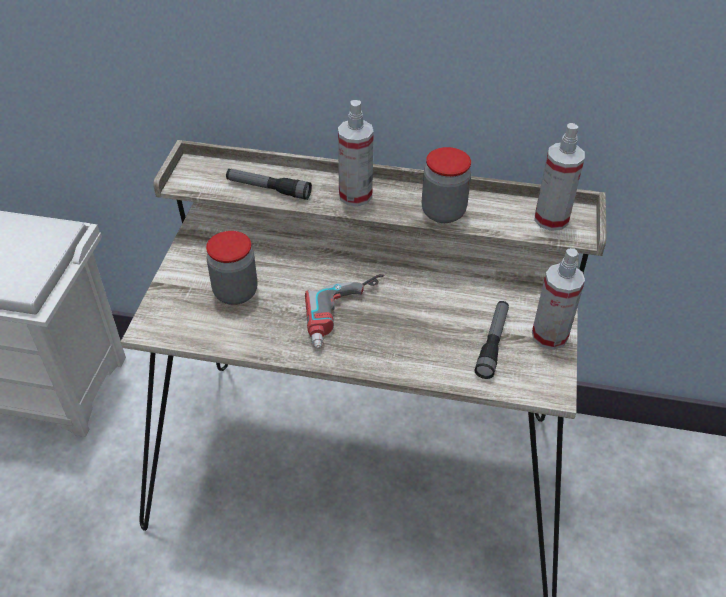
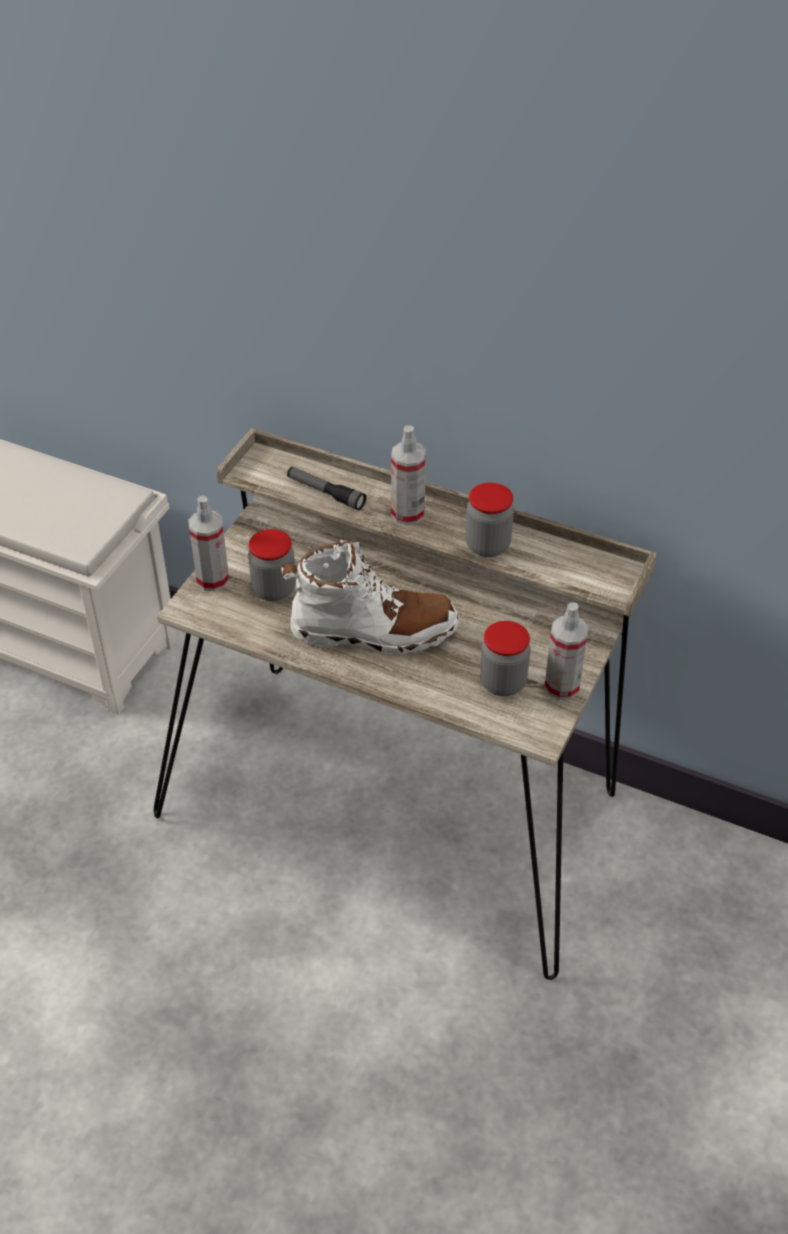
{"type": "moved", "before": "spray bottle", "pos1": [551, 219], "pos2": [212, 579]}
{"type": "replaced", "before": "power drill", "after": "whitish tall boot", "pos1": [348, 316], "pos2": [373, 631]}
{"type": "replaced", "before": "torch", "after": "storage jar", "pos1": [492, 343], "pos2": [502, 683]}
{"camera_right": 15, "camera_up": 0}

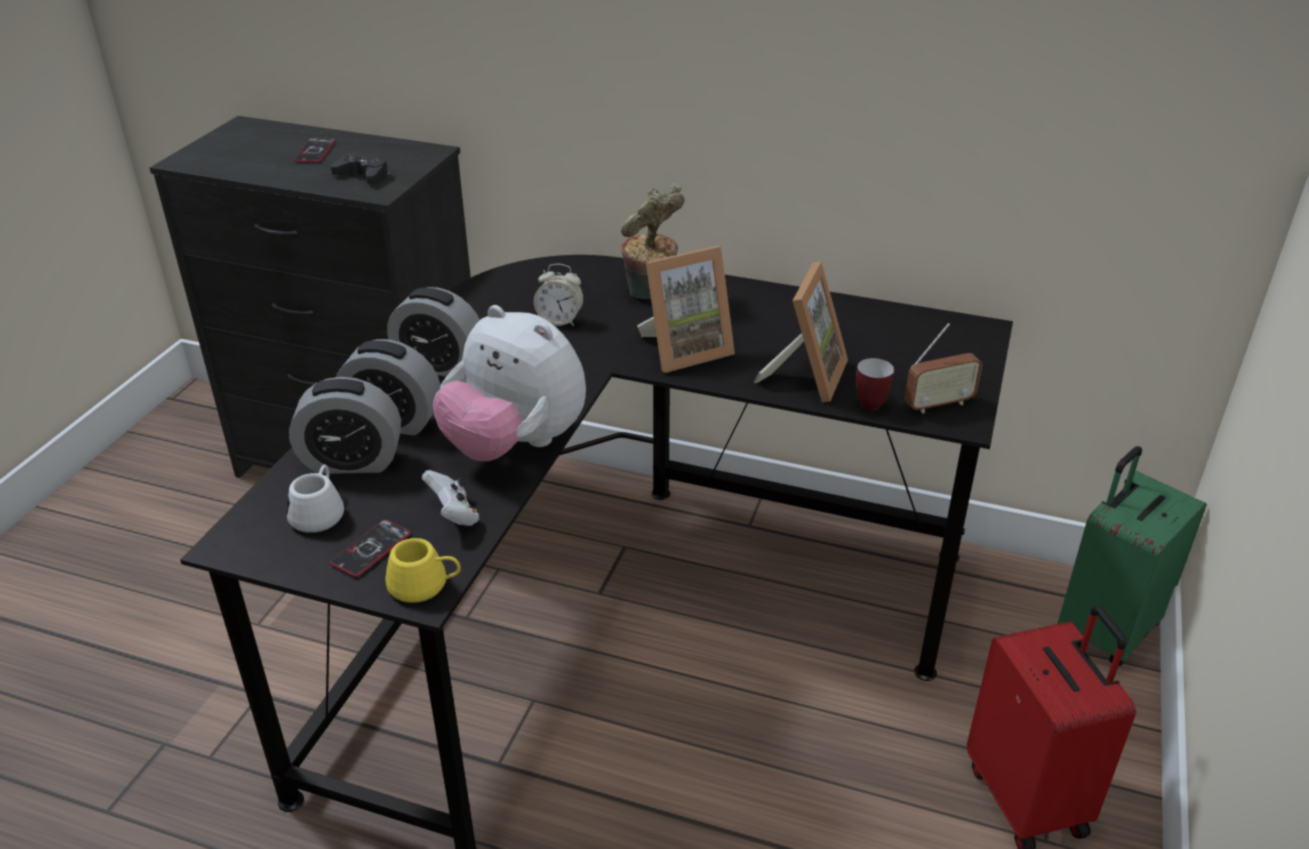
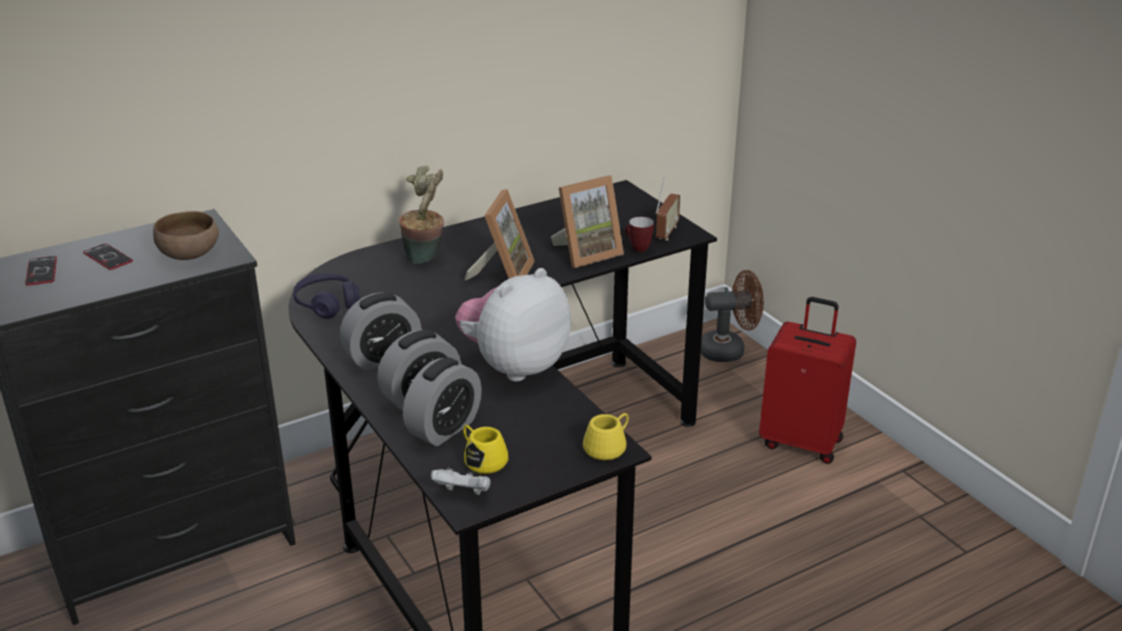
{"type": "removed", "before": "bedside clock", "pos1": [560, 320]}
{"type": "added", "after": "purple headset", "pos2": [327, 304]}
{"type": "moved", "before": "phone", "pos1": [371, 549], "pos2": [41, 272]}
{"type": "moved", "before": "whitish game controller", "pos1": [454, 515], "pos2": [463, 493]}
{"type": "replaced", "before": "black-coloured game controller", "after": "brown-coloured deep dish", "pos1": [362, 176], "pos2": [190, 254]}
{"type": "replaced", "before": "green-coloured suitcase", "after": "brown-coloured electric fan", "pos1": [1106, 629], "pos2": [729, 350]}
{"type": "recoloured", "before": "whitish mug", "after": "yellow mug", "pos1": [319, 512], "pos2": [482, 459]}
{"type": "turned", "before": "plush toy", "pos1": [514, 445], "pos2": [514, 366], "turn": 150}
{"type": "turned", "before": "standing frame", "pos1": [805, 376], "pos2": [586, 253], "turn": 90}
{"camera_right": -50, "camera_up": -5}

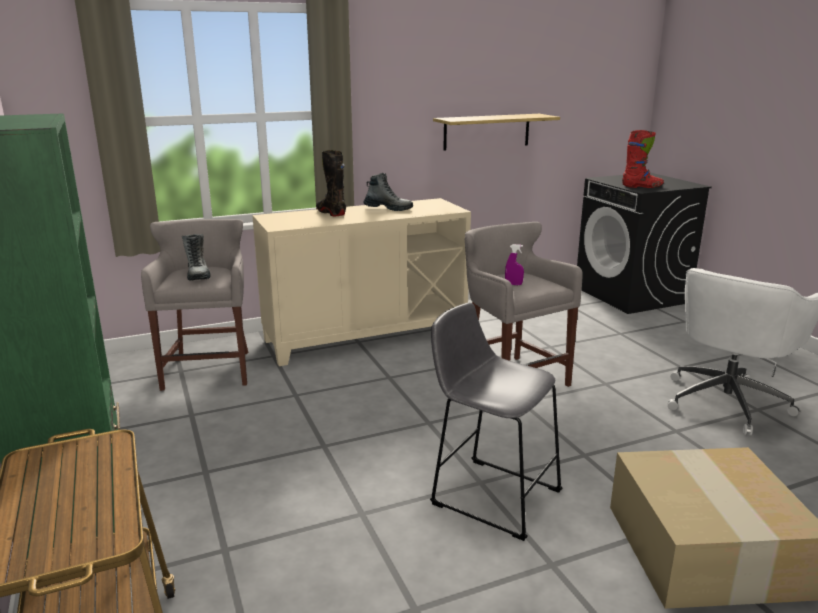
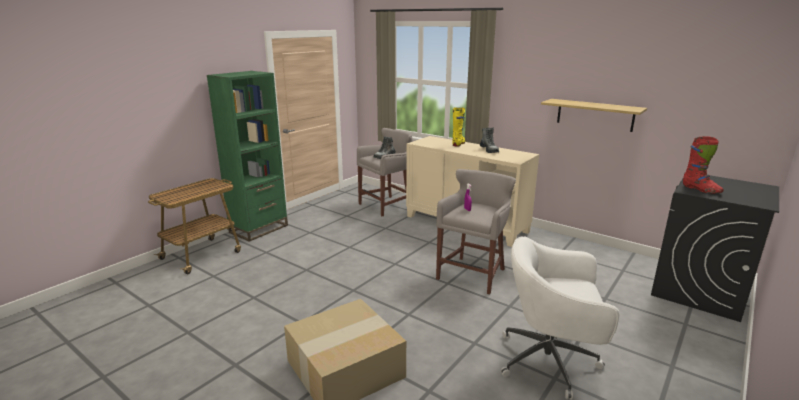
{"type": "removed", "before": "greyish stool seat", "pos1": [490, 494]}
{"type": "recoloured", "before": "black-coloured tall boot", "after": "yellow tall boot", "pos1": [331, 213], "pos2": [458, 144]}
{"camera_right": 60, "camera_up": 0}

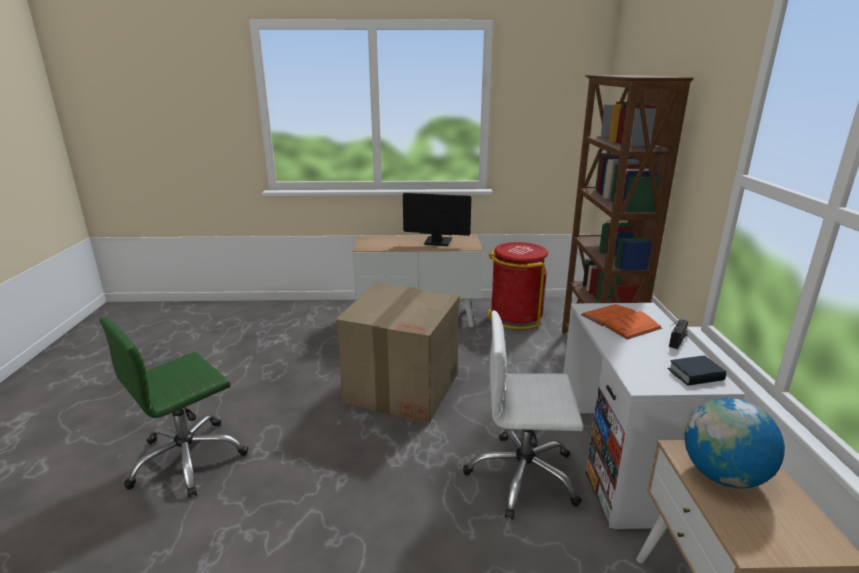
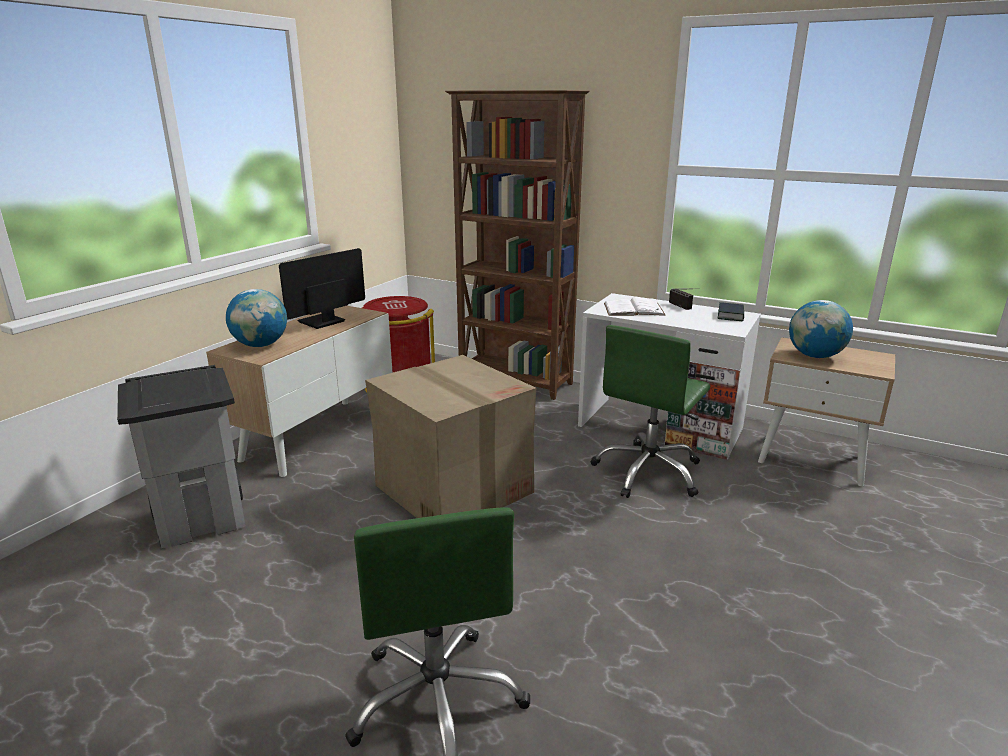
{"type": "added", "after": "greyish waste bin", "pos2": [202, 518]}
{"type": "added", "after": "desk globe", "pos2": [260, 345]}
{"type": "recoloured", "before": "whitish desk chair", "after": "green-coloured desk chair", "pos1": [523, 476], "pos2": [648, 472]}
{"type": "recoloured", "before": "orangey volume", "after": "whitish volume", "pos1": [620, 321], "pos2": [633, 309]}
{"camera_right": -60, "camera_up": 0}

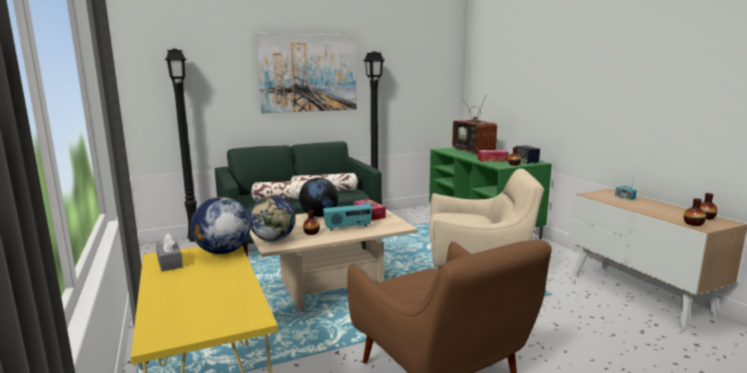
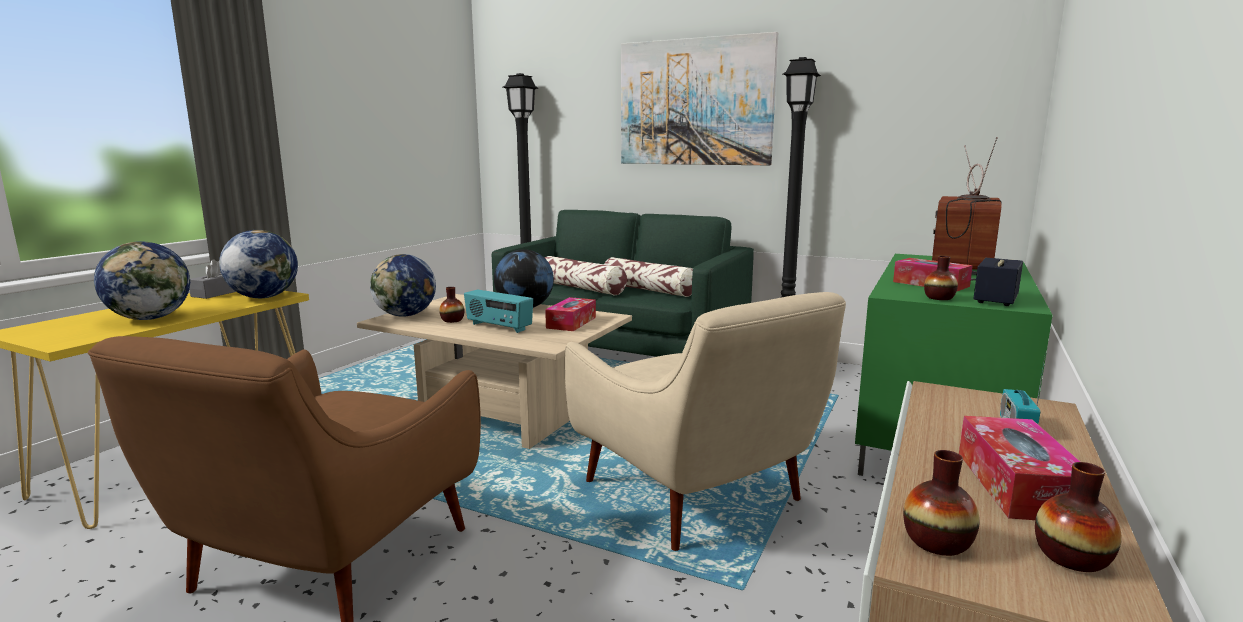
{"type": "added", "after": "desk globe", "pos2": [151, 318]}
{"type": "added", "after": "tissue holder", "pos2": [1018, 485]}
{"camera_right": 50, "camera_up": 0}

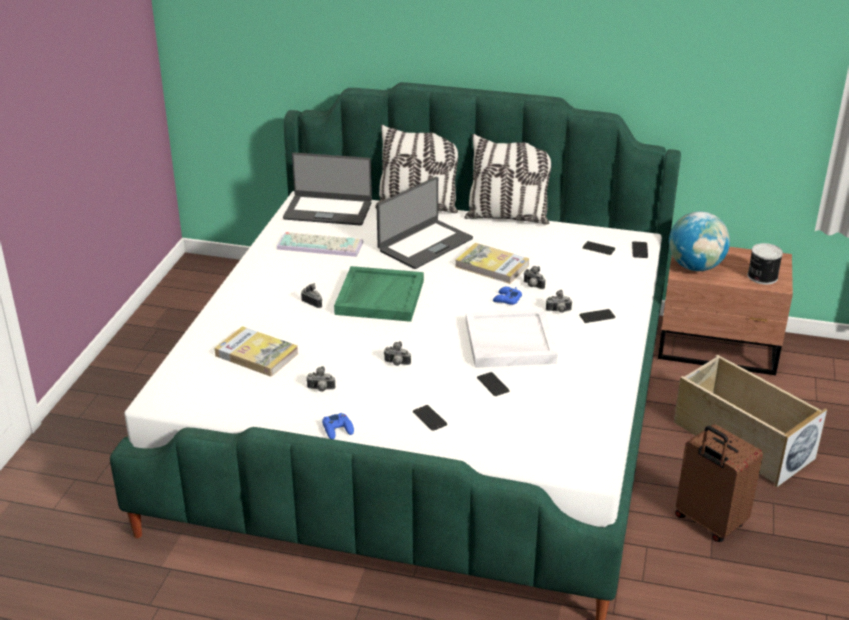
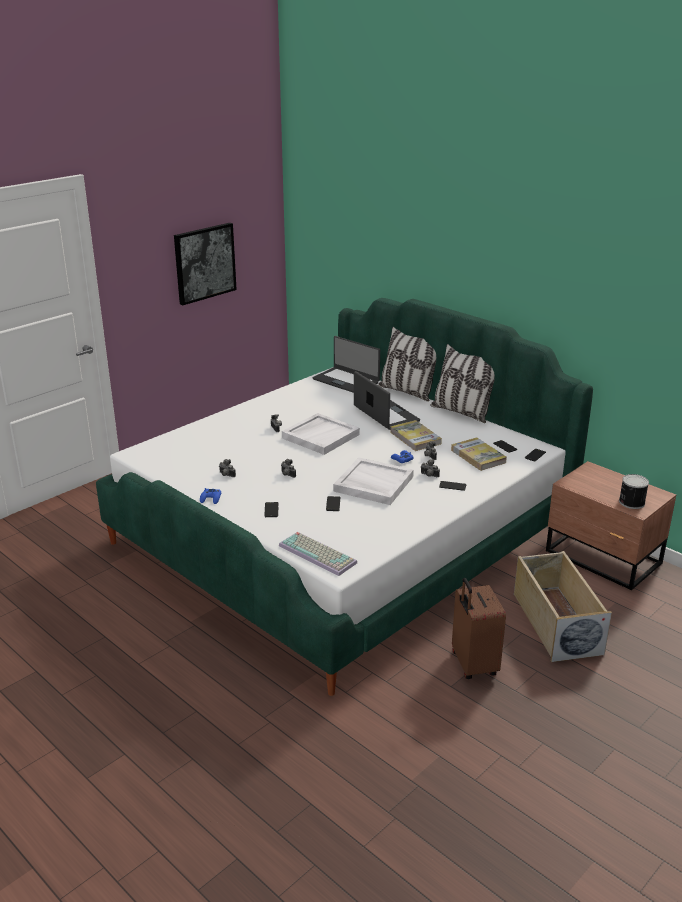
{"type": "removed", "before": "desk globe", "pos1": [695, 267]}
{"type": "added", "after": "picture", "pos2": [204, 263]}
{"type": "moved", "before": "volume", "pos1": [256, 354], "pos2": [478, 456]}
{"type": "moved", "before": "computer keyboard", "pos1": [321, 245], "pos2": [319, 554]}
{"type": "recoloured", "before": "green-coloured tray", "after": "whitish tray", "pos1": [379, 297], "pos2": [320, 436]}
{"type": "turned", "before": "notebook computer", "pos1": [424, 244], "pos2": [385, 414], "turn": -105}
{"camera_right": 30, "camera_up": -5}

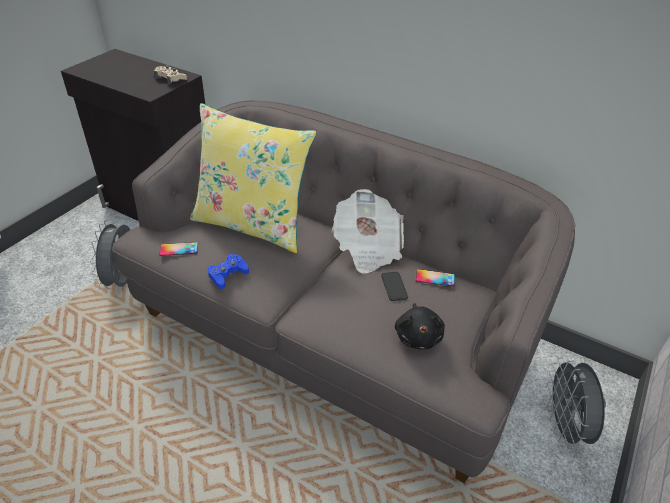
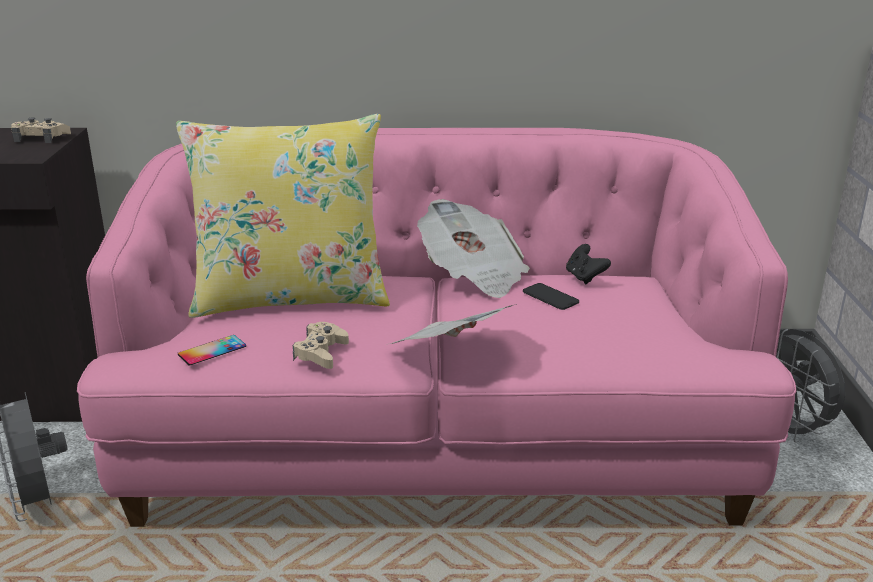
{"type": "removed", "before": "black-coloured plush toy", "pos1": [418, 336]}
{"type": "added", "after": "printed paper", "pos2": [449, 355]}
{"type": "replaced", "before": "phone", "after": "black-coloured game controller", "pos1": [435, 278], "pos2": [584, 277]}
{"type": "recoloured", "before": "greyish couch", "after": "pinkish couch", "pos1": [332, 334], "pos2": [437, 445]}
{"type": "recoloured", "before": "blue-coloured game controller", "after": "beige game controller", "pos1": [228, 274], "pos2": [321, 353]}
{"camera_right": -30, "camera_up": -15}

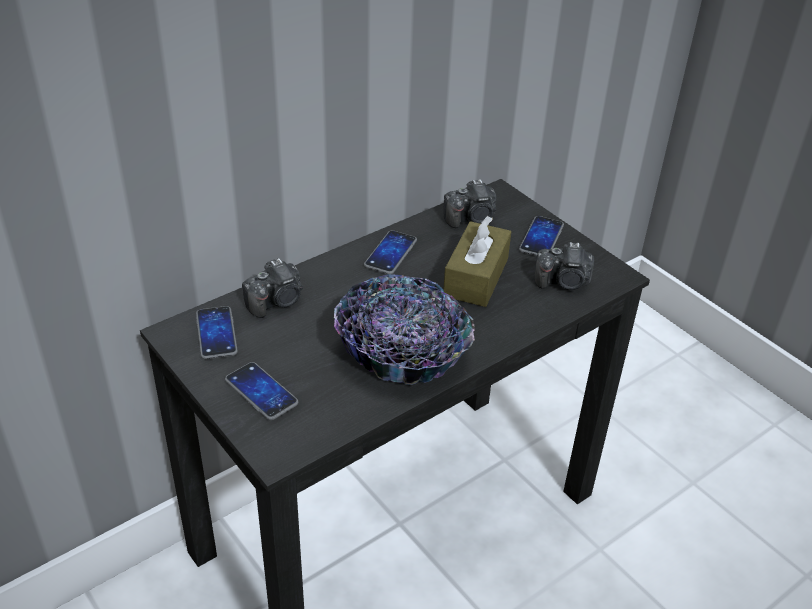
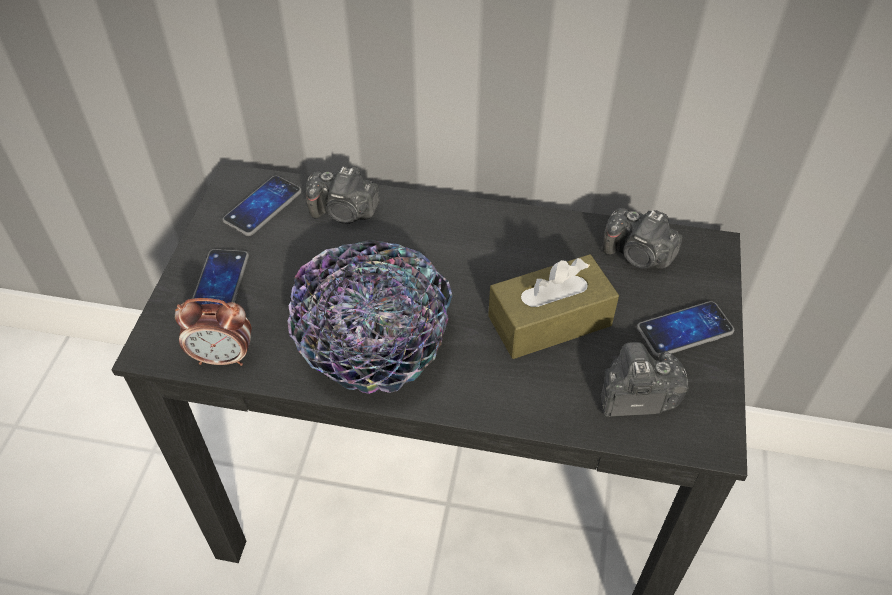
{"type": "removed", "before": "phone", "pos1": [390, 253]}
{"type": "added", "after": "bedside clock", "pos2": [223, 357]}
{"type": "turned", "before": "photo camera", "pos1": [564, 282], "pos2": [635, 398], "turn": 120}
{"camera_right": 50, "camera_up": 10}

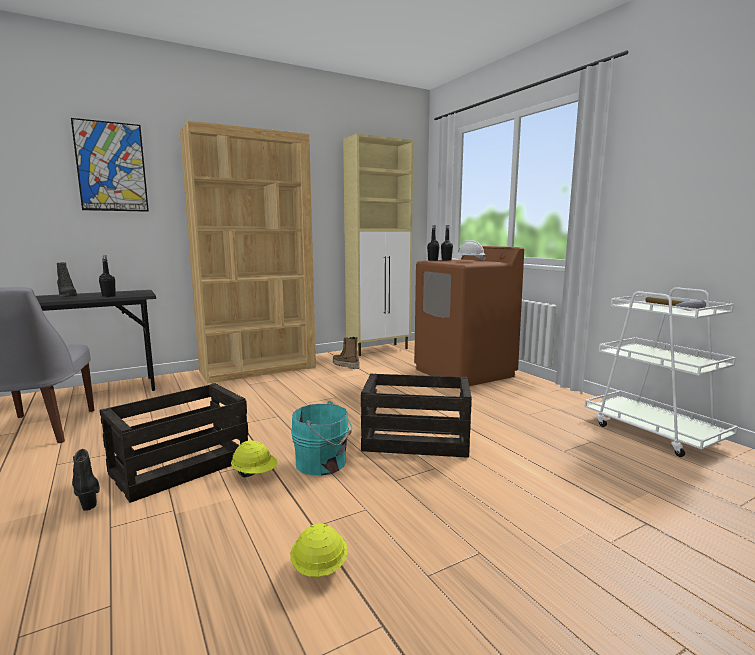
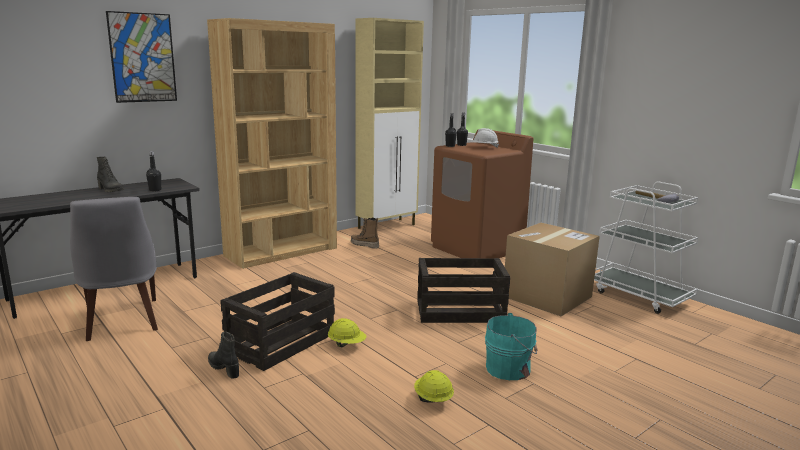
{"type": "added", "after": "cardboard box", "pos2": [547, 296]}
{"type": "moved", "before": "turquoise-coloured water bucket", "pos1": [323, 463], "pos2": [510, 369]}
{"camera_right": -10, "camera_up": 5}

